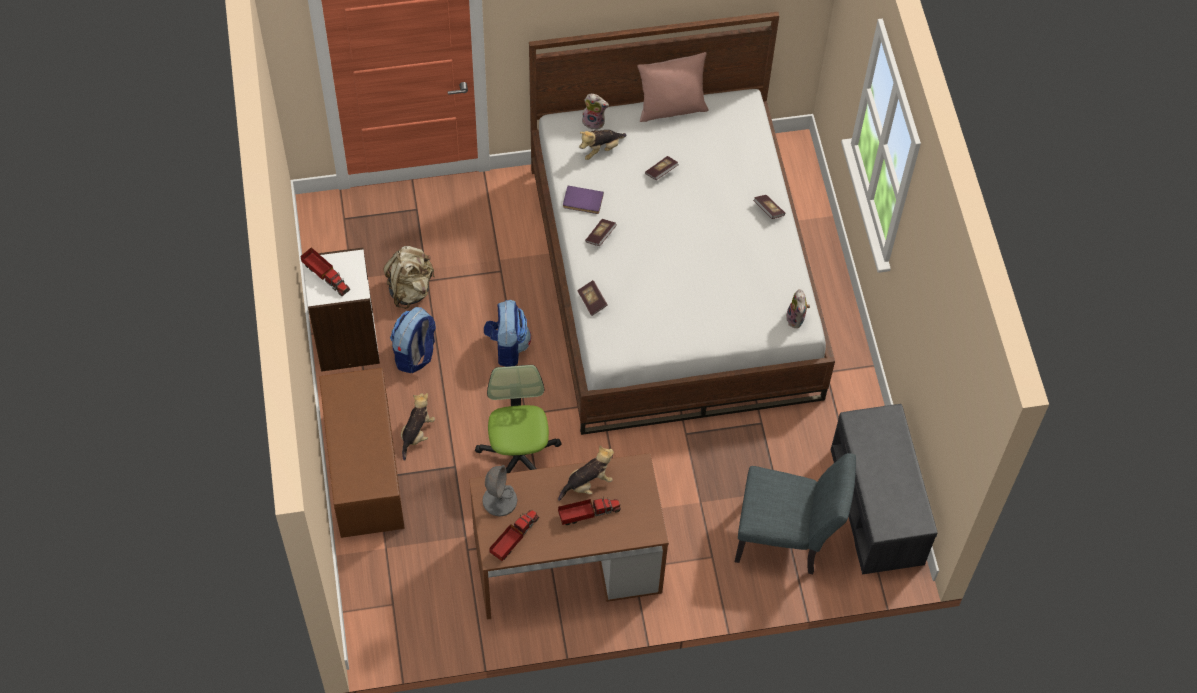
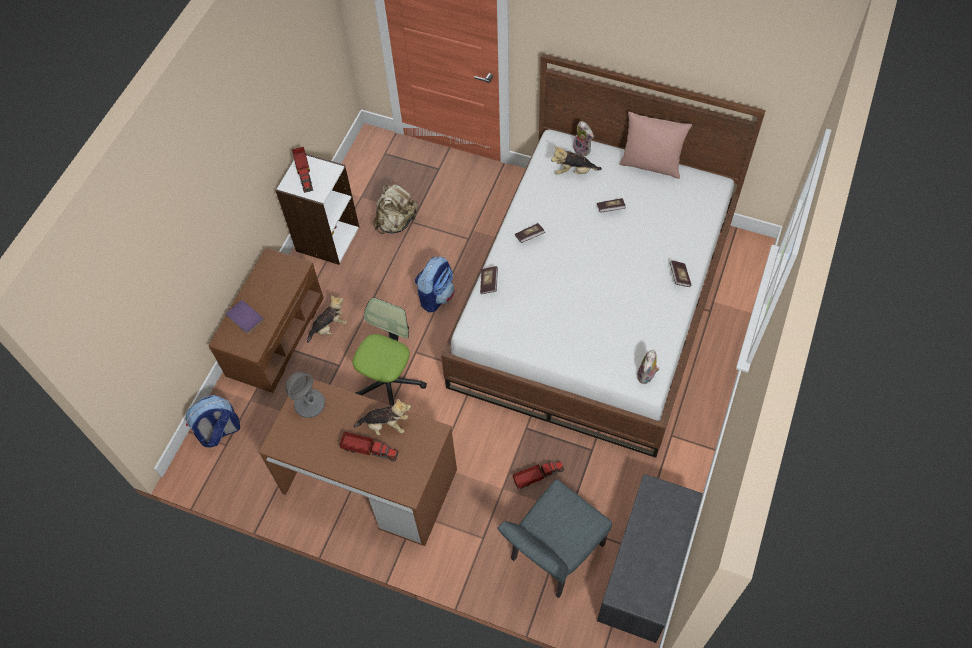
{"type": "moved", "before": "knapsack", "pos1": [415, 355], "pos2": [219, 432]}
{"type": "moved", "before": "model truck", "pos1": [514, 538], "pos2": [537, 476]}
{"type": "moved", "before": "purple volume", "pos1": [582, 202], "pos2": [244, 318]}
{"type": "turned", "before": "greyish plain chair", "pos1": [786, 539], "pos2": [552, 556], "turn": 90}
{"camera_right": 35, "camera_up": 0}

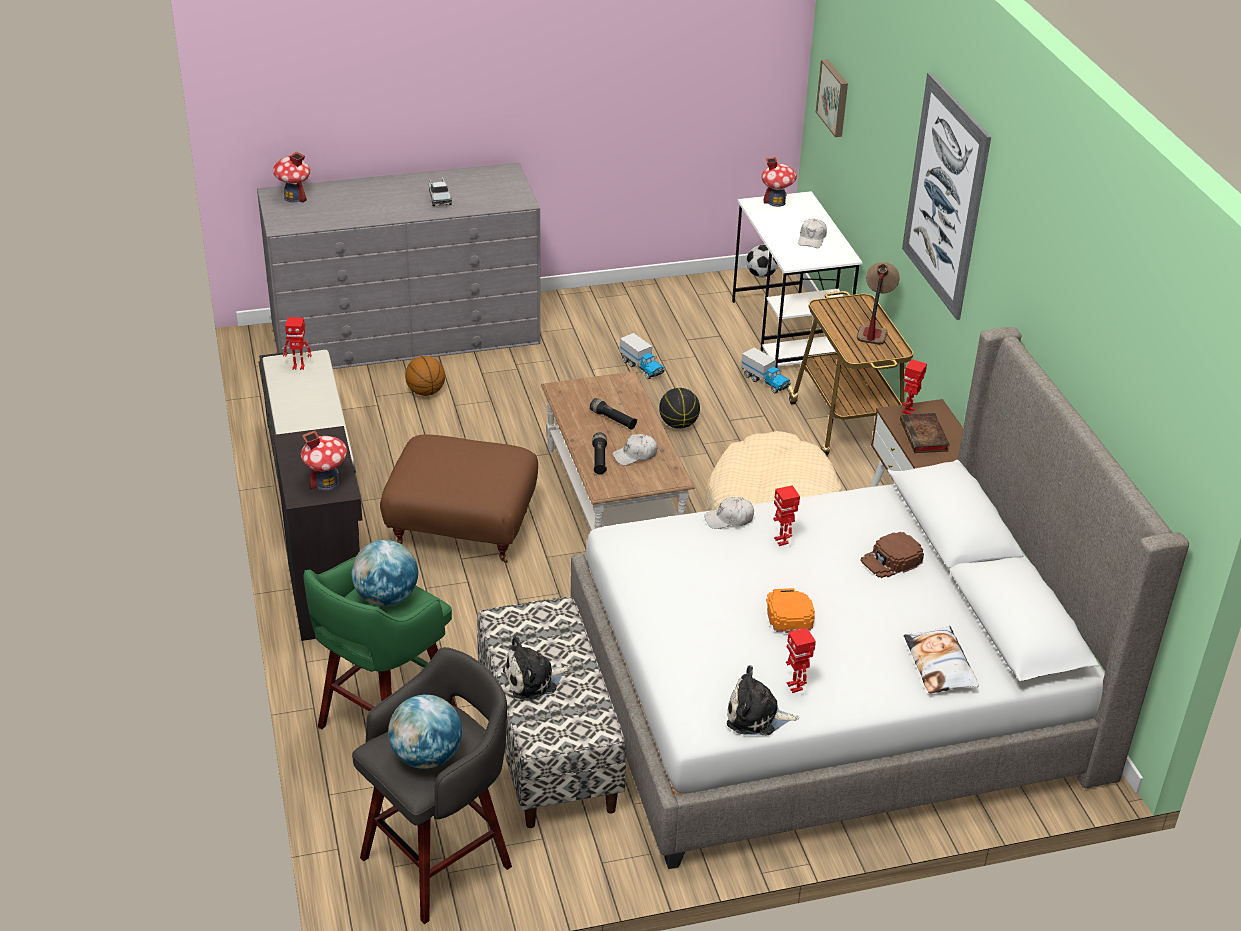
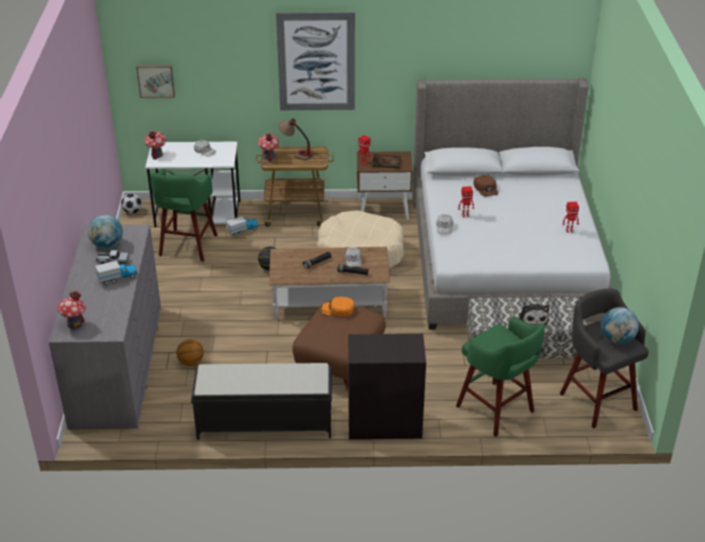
{"type": "removed", "before": "model robot", "pos1": [298, 366]}
{"type": "removed", "before": "plush toy", "pos1": [756, 716]}
{"type": "removed", "before": "throw pillow", "pos1": [940, 665]}
{"type": "added", "after": "green-coloured stool seat", "pos2": [187, 246]}
{"type": "moved", "before": "toy house", "pos1": [326, 482], "pos2": [269, 157]}
{"type": "moved", "before": "desk globe", "pos1": [386, 597], "pos2": [107, 245]}
{"type": "moved", "before": "model truck", "pos1": [642, 367], "pos2": [117, 278]}
{"type": "moved", "before": "orangey baseball cap", "pos1": [788, 612], "pos2": [338, 309]}
{"camera_right": -75, "camera_up": 0}

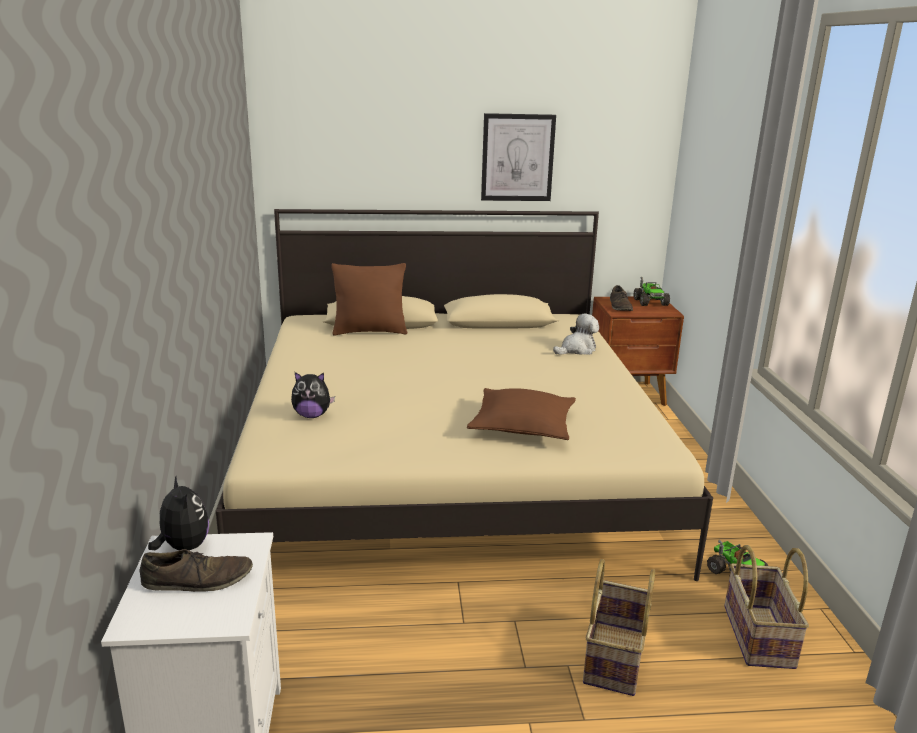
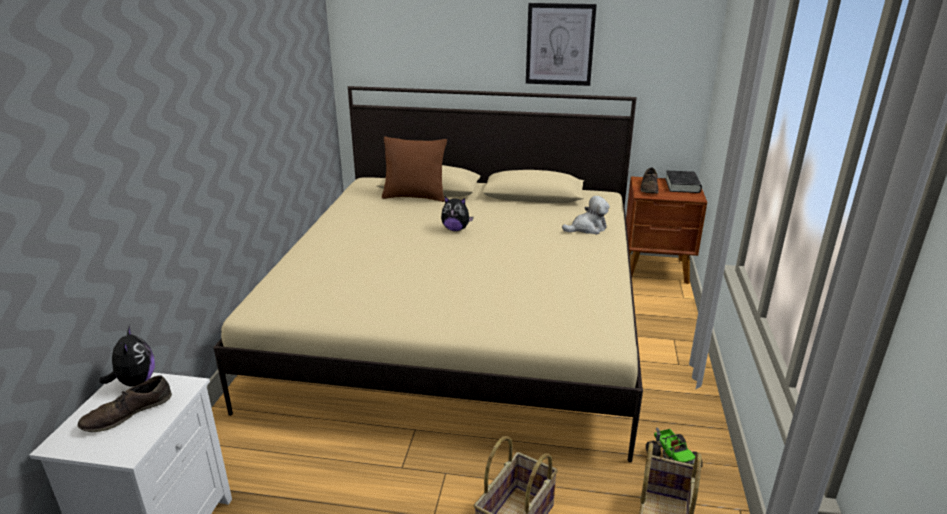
{"type": "removed", "before": "brown-coloured throw pillow", "pos1": [522, 426]}
{"type": "moved", "before": "plush toy", "pos1": [312, 415], "pos2": [456, 229]}
{"type": "replaced", "before": "model truck", "after": "black-coloured volume", "pos1": [650, 302], "pos2": [682, 185]}
{"type": "turned", "before": "brown-coloured item of footwear", "pos1": [198, 580], "pos2": [127, 413], "turn": 135}
{"camera_right": 15, "camera_up": 5}

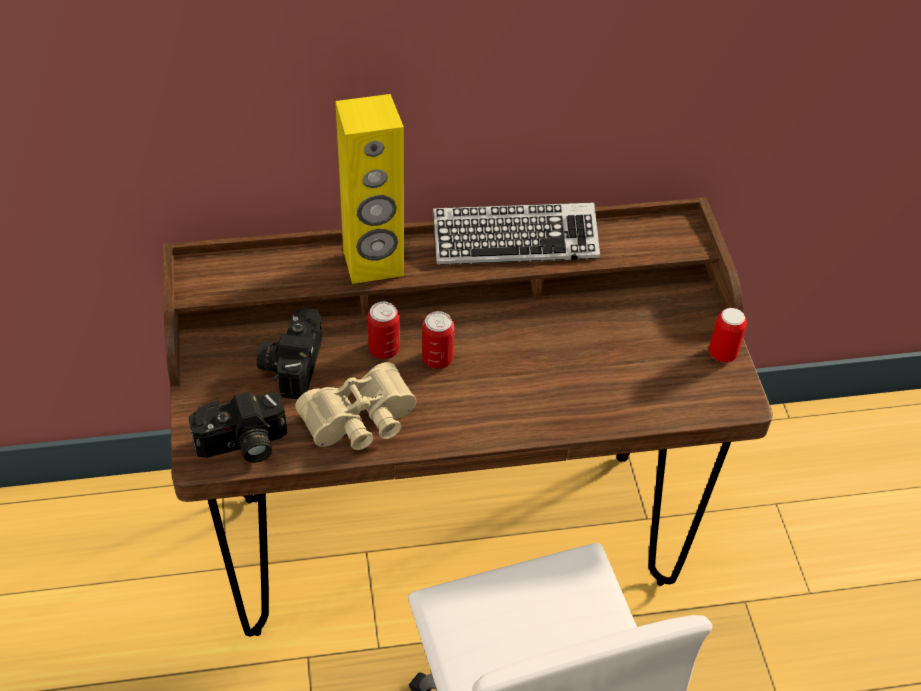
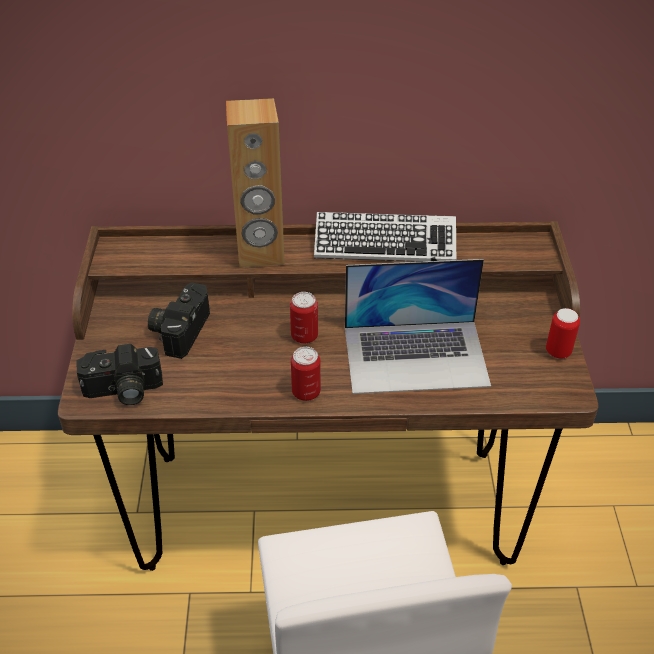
{"type": "removed", "before": "beige field glasses", "pos1": [361, 422]}
{"type": "added", "after": "notebook computer", "pos2": [416, 356]}
{"type": "moved", "before": "metal can", "pos1": [384, 349], "pos2": [306, 392]}
{"type": "recoloured", "before": "yellow speaker", "after": "brown-coloured speaker", "pos1": [373, 263], "pos2": [261, 253]}
{"camera_right": 10, "camera_up": -5}

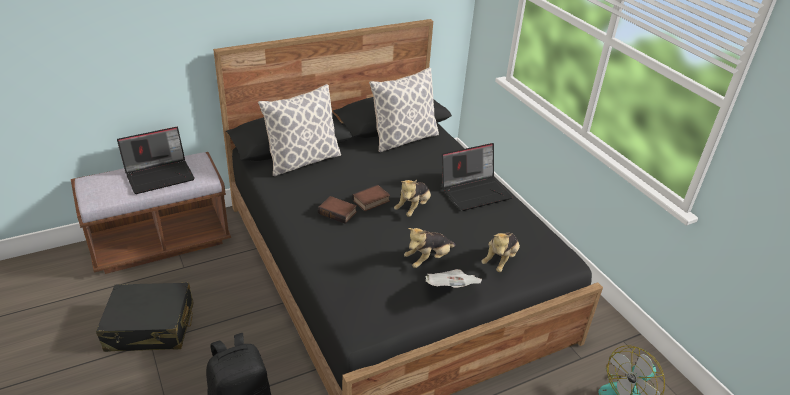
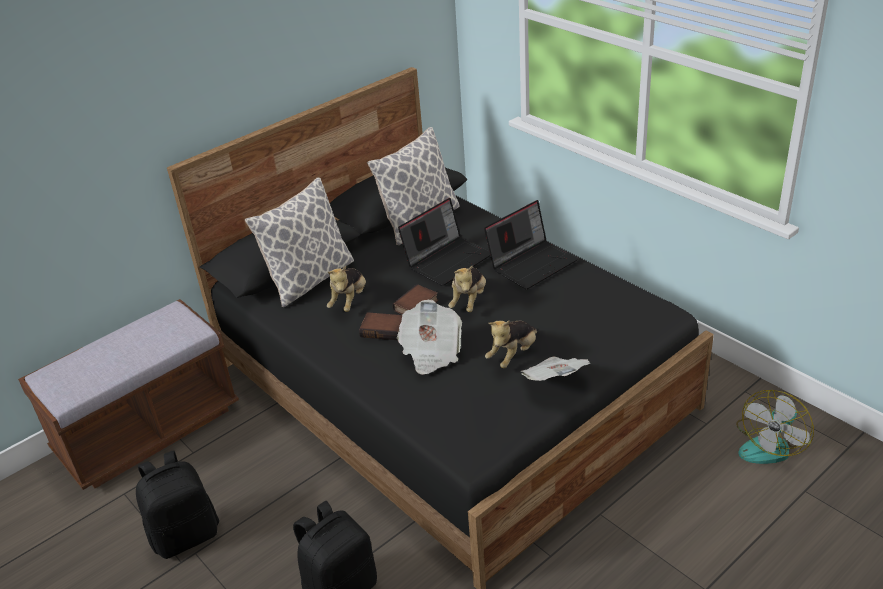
{"type": "added", "after": "printed paper", "pos2": [431, 352]}
{"type": "moved", "before": "notebook computer", "pos1": [160, 175], "pos2": [447, 259]}
{"type": "moved", "before": "plush toy", "pos1": [500, 260], "pos2": [349, 301]}
{"type": "replaced", "before": "black-coloured suitcase", "after": "black-coloured knapsack", "pos1": [150, 327], "pos2": [186, 535]}
{"camera_right": -10, "camera_up": 0}

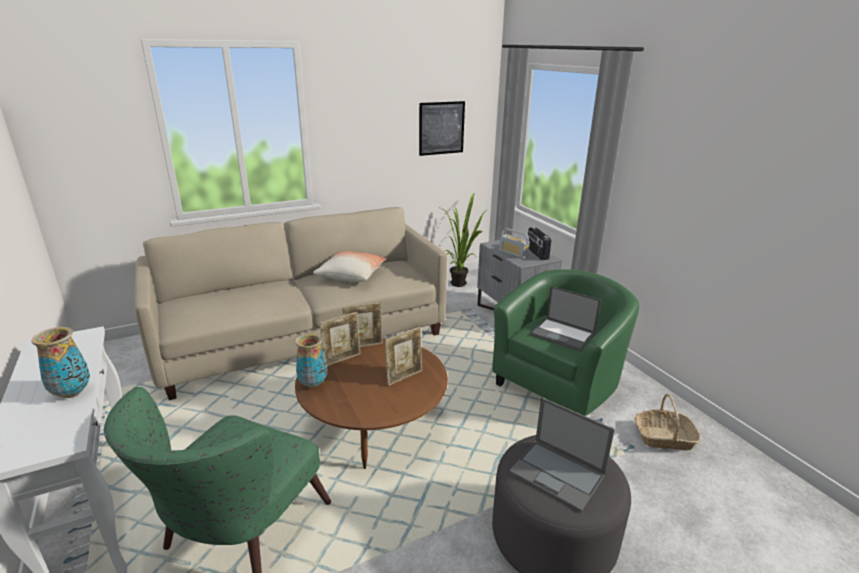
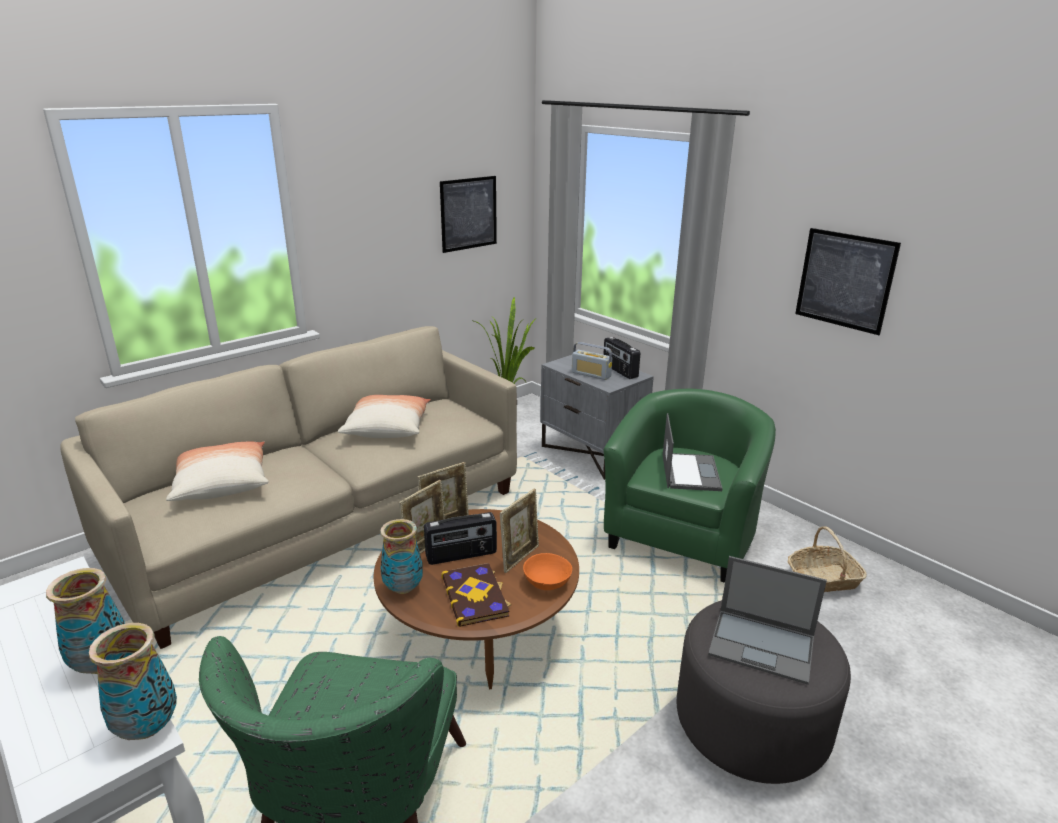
{"type": "added", "after": "decorative vase", "pos2": [147, 727]}
{"type": "added", "after": "throw pillow", "pos2": [222, 483]}
{"type": "added", "after": "radio set", "pos2": [461, 555]}
{"type": "added", "after": "volume", "pos2": [475, 596]}
{"type": "added", "after": "orangey deep dish", "pos2": [546, 583]}
{"type": "added", "after": "picture", "pos2": [845, 280]}
{"type": "turned", "before": "notebook computer", "pos1": [563, 334], "pos2": [690, 472], "turn": -105}
{"camera_right": -15, "camera_up": 0}

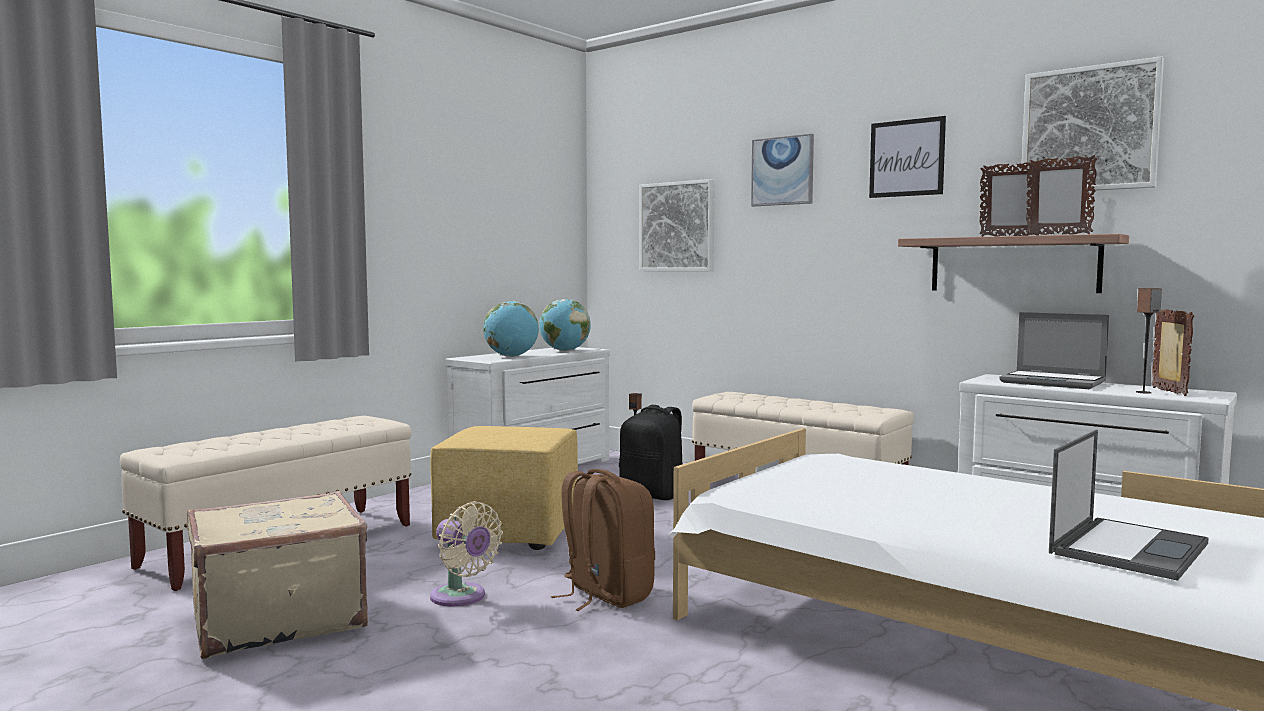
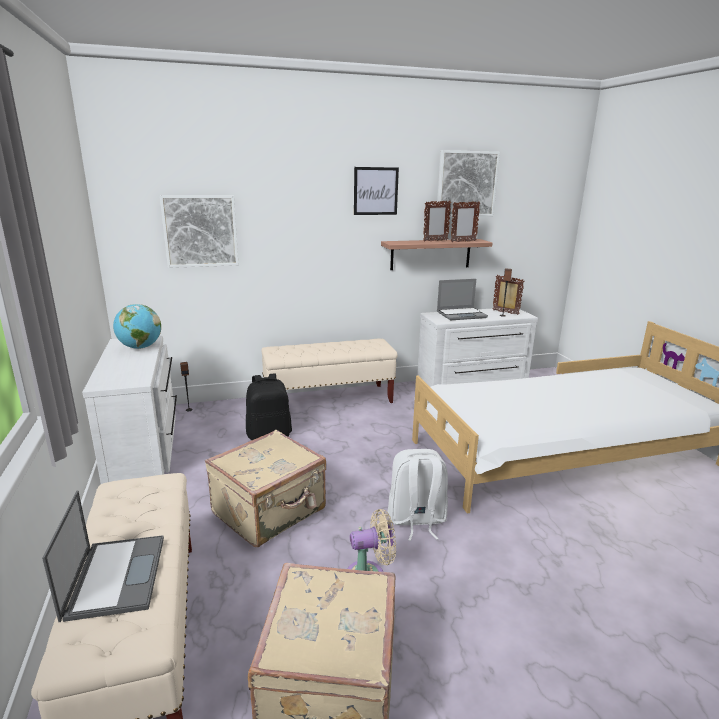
{"type": "removed", "before": "desk globe", "pos1": [511, 356]}
{"type": "removed", "before": "picture", "pos1": [782, 171]}
{"type": "moved", "before": "notebook computer", "pos1": [1128, 548], "pos2": [115, 575]}
{"type": "replaced", "before": "yellow pouffe", "after": "beige suitcase", "pos1": [510, 533], "pos2": [270, 512]}
{"type": "recoloured", "before": "brown-coloured knapsack", "after": "whitish knapsack", "pos1": [605, 595], "pos2": [416, 520]}
{"camera_right": -55, "camera_up": 15}

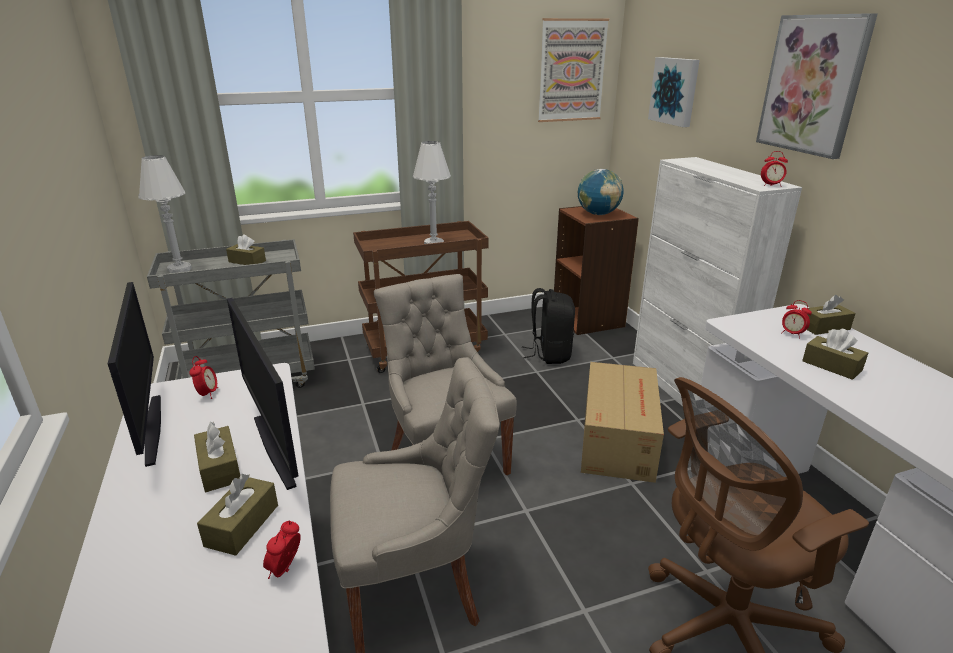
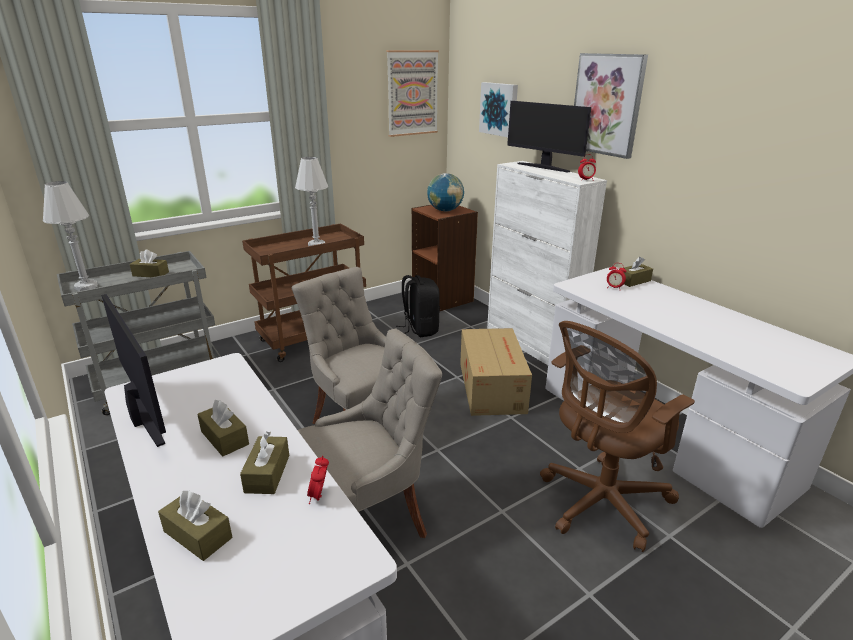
{"type": "removed", "before": "bedside clock", "pos1": [208, 394]}
{"type": "moved", "before": "computer screen", "pos1": [278, 448], "pos2": [544, 167]}
{"type": "moved", "before": "brown-coloured tissue holder", "pos1": [831, 366], "pos2": [198, 534]}
{"camera_right": -15, "camera_up": 0}

